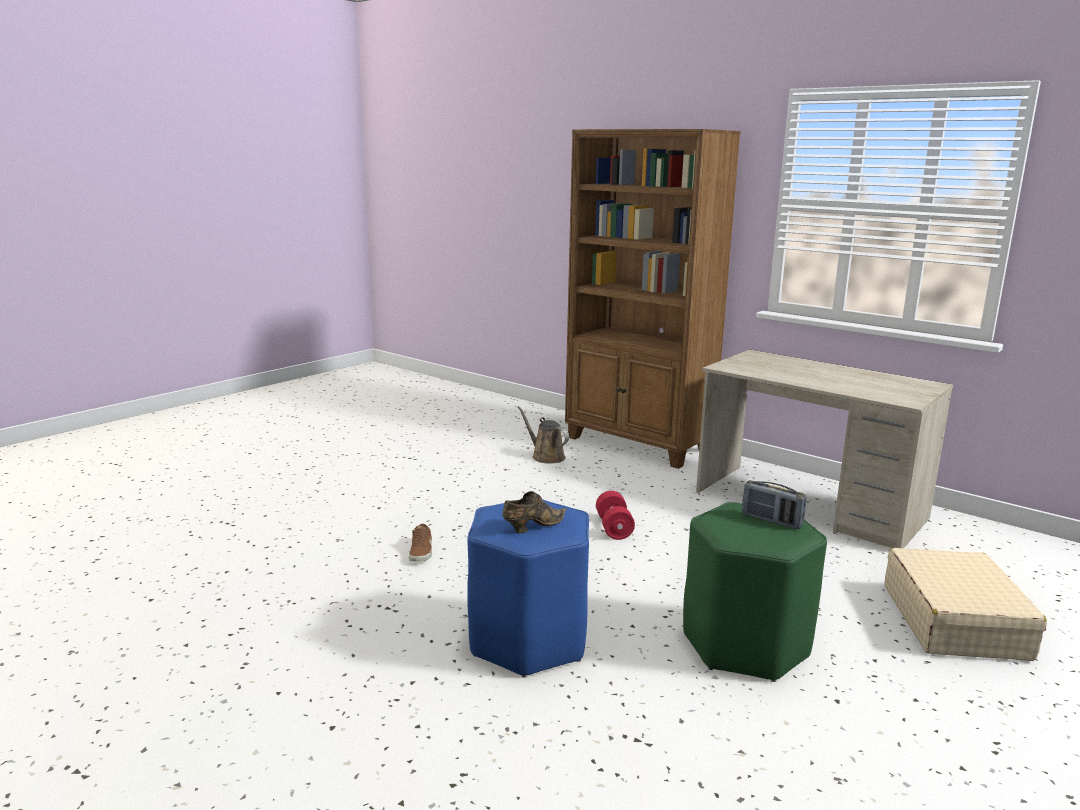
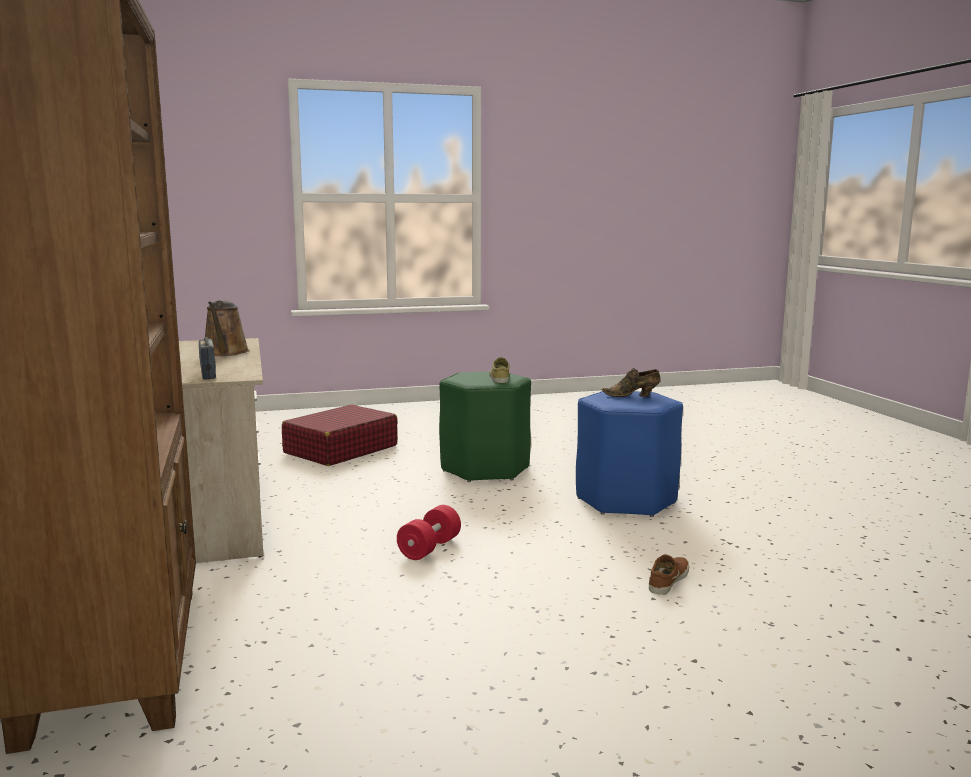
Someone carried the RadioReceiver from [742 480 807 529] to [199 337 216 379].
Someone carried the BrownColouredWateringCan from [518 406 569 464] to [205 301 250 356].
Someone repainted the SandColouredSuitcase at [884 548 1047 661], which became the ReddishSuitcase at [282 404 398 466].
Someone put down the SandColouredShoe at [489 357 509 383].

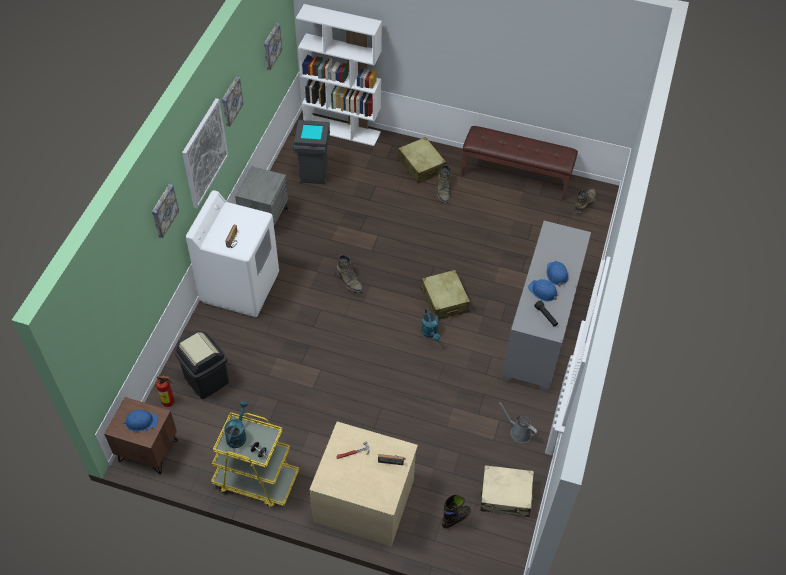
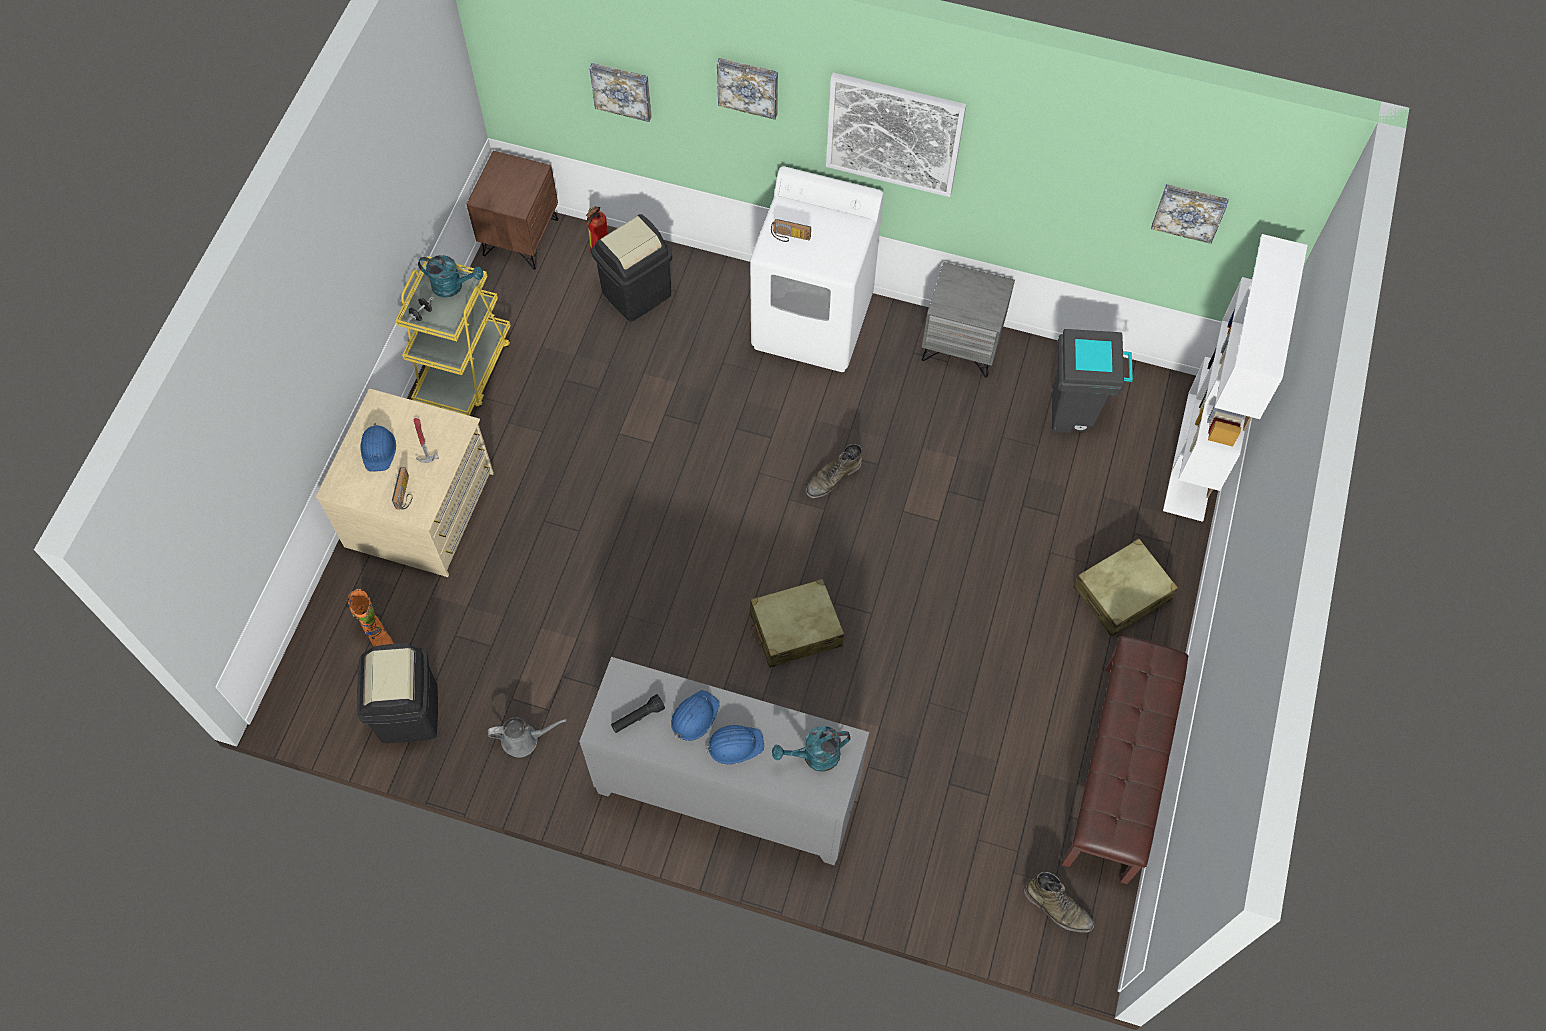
Someone repainted the BlackTallBoot at [442 495 471 528], which became the OrangeColouredTallBoot at [347 589 394 646].
Someone swapped the SandColouredSuitcase at [480 465 535 517] for the BlackWasteBin at [357 644 438 743].
Someone carried the BlueColouredHardHat from [123 410 158 432] to [360 423 396 472].
Someone rotated the GrayWateringCan at [499 402 538 443] by 45 degrees clockwise.
Someone carried the WallPicture from [222 77 244 127] to [589 63 652 122].
Someone carried the BlueGreenWateringCan from [421 308 441 341] to [772 726 851 772].
Someone took away the GreenColouredTallBoot at [436 165 450 203].

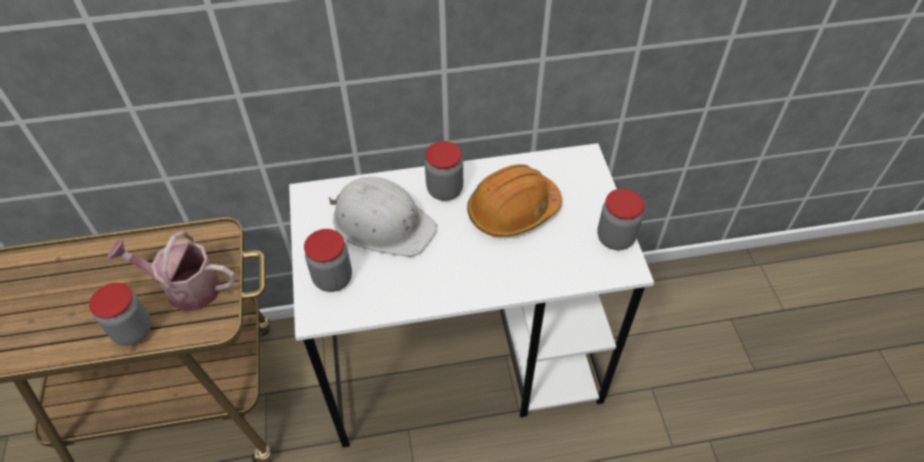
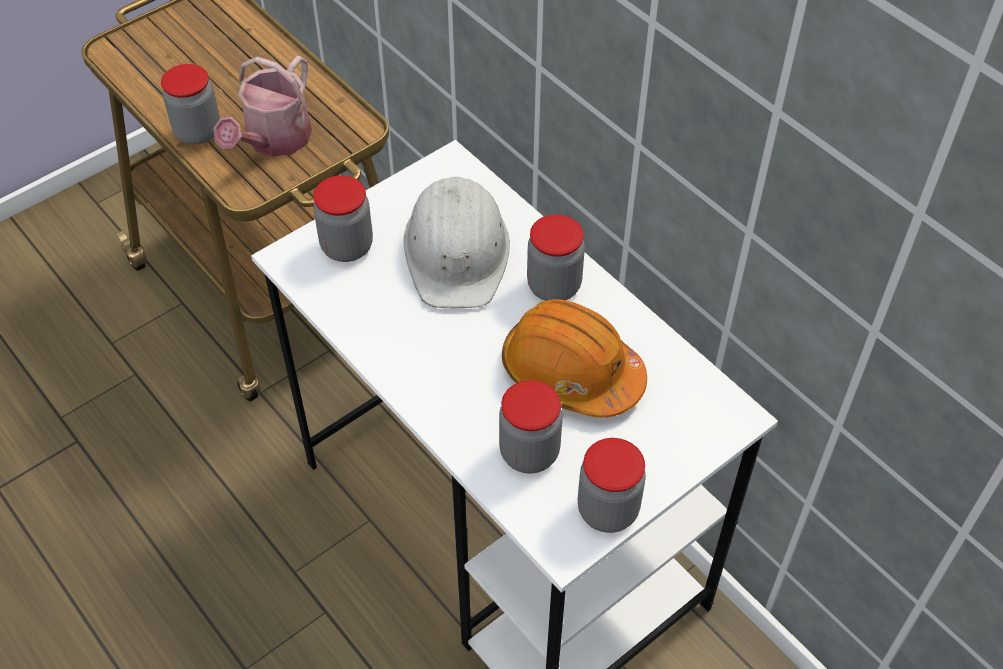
Someone rotated the WateringCan at [107 231 236 312] by 135 degrees counterclockwise.
Someone put down the Jar at [499 380 563 474].

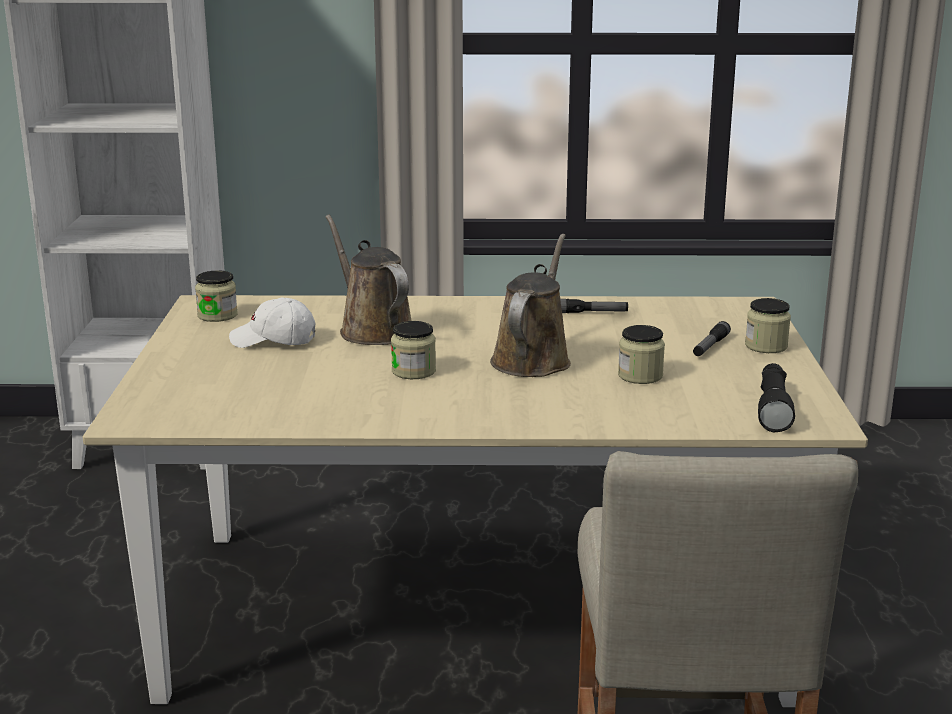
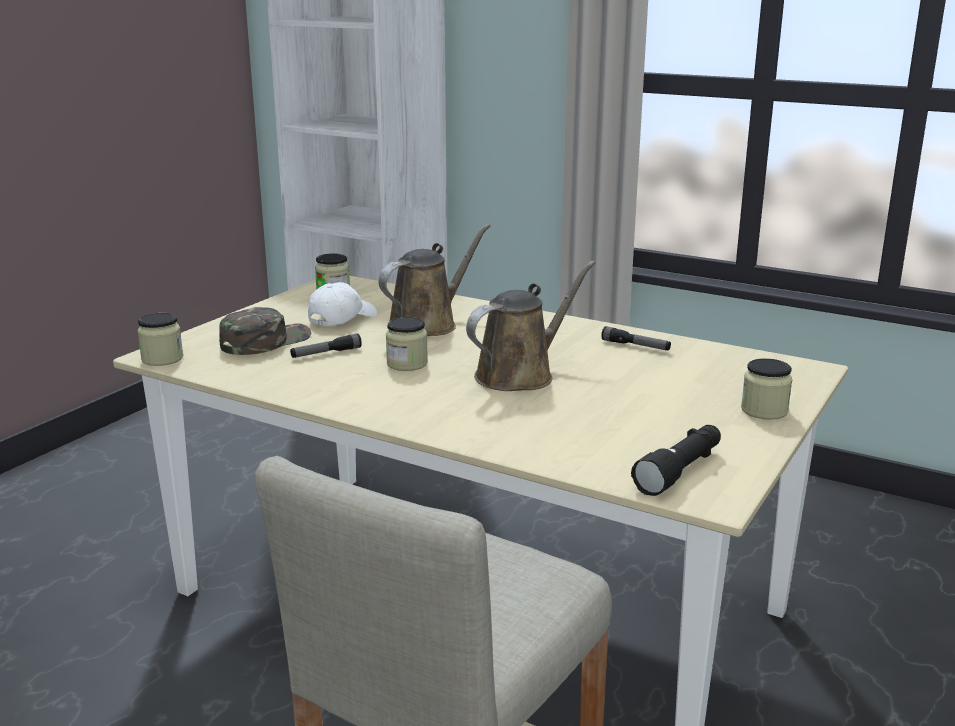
Someone carried the Jar from [618 325 665 384] to [137 313 183 366].
Someone put down the GreenColouredPeakedCap at [219 307 311 355].
Someone carried the Flashlight from [693 321 731 356] to [290 333 362 358].
Someone rotated the WhitePeakedCap at [229 297 315 348] by 90 degrees clockwise.
Someone rotated the BrownColouredWateringCan at [326 215 411 345] by 45 degrees clockwise.

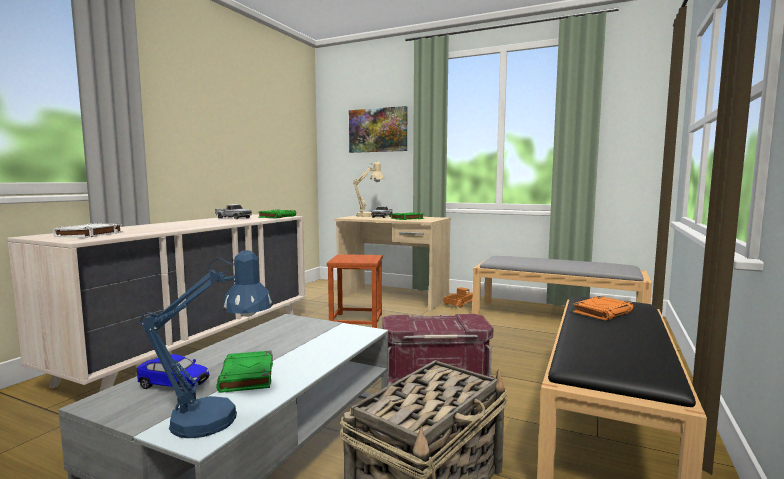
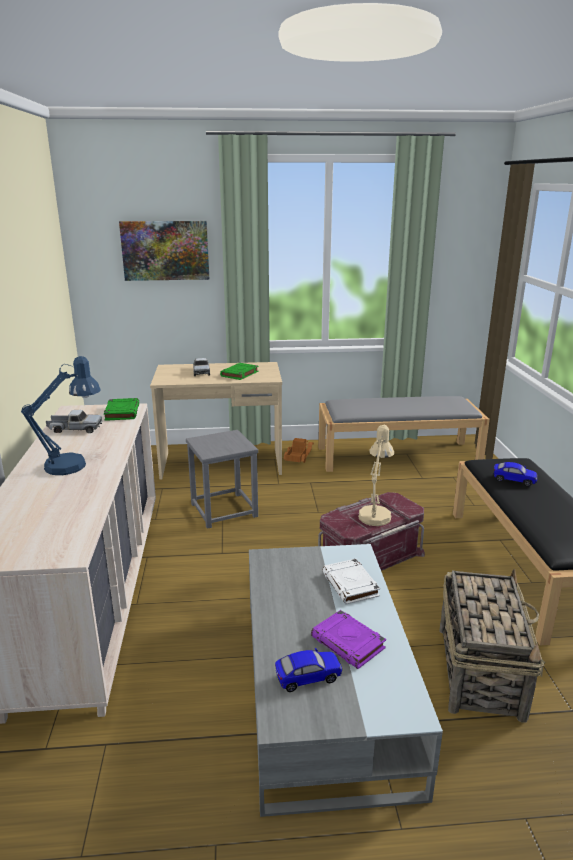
Someone carried the BlueColouredLampForATable from [140 250 273 438] to [21 356 101 475].
Someone repainted the BrownColouredSittingStool at [327 254 383 328], which became the GraySittingStool at [186 430 258 529].
Someone repainted the GreenColouredVolume at [216 351 273 393], which became the PurpleVolume at [311 610 386 669].
Someone carried the WhiteVolume from [53 223 123 238] to [322 559 380 604].
Someone carried the SandColouredLampForATable from [353 161 384 217] to [358 425 394 526].
Someone swapped the OrangeColouredVolume at [573 296 634 320] for the ModelCar at [494 462 538 487].

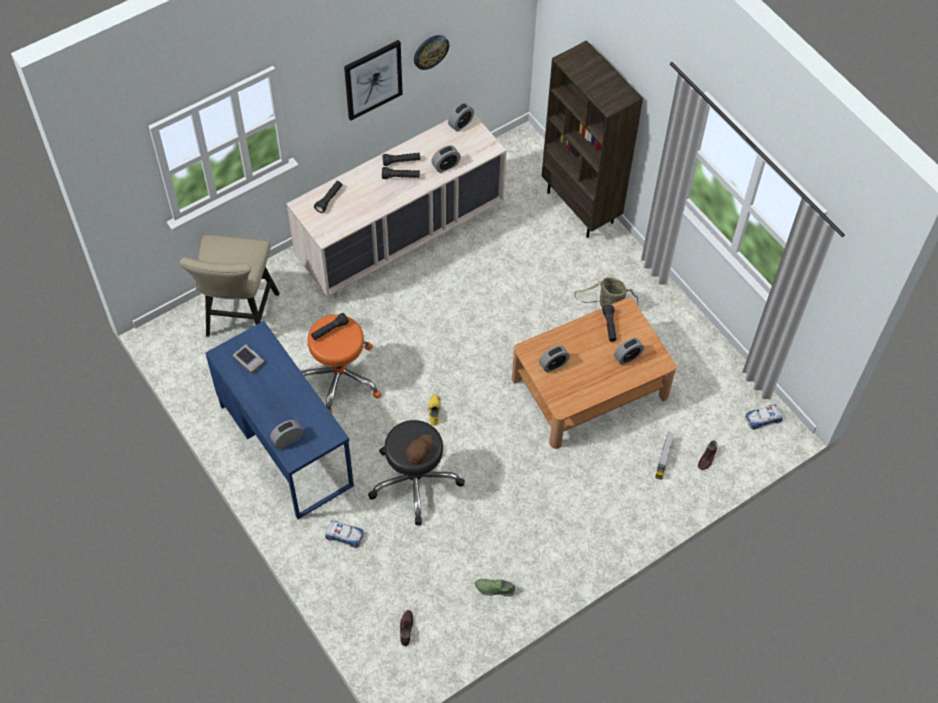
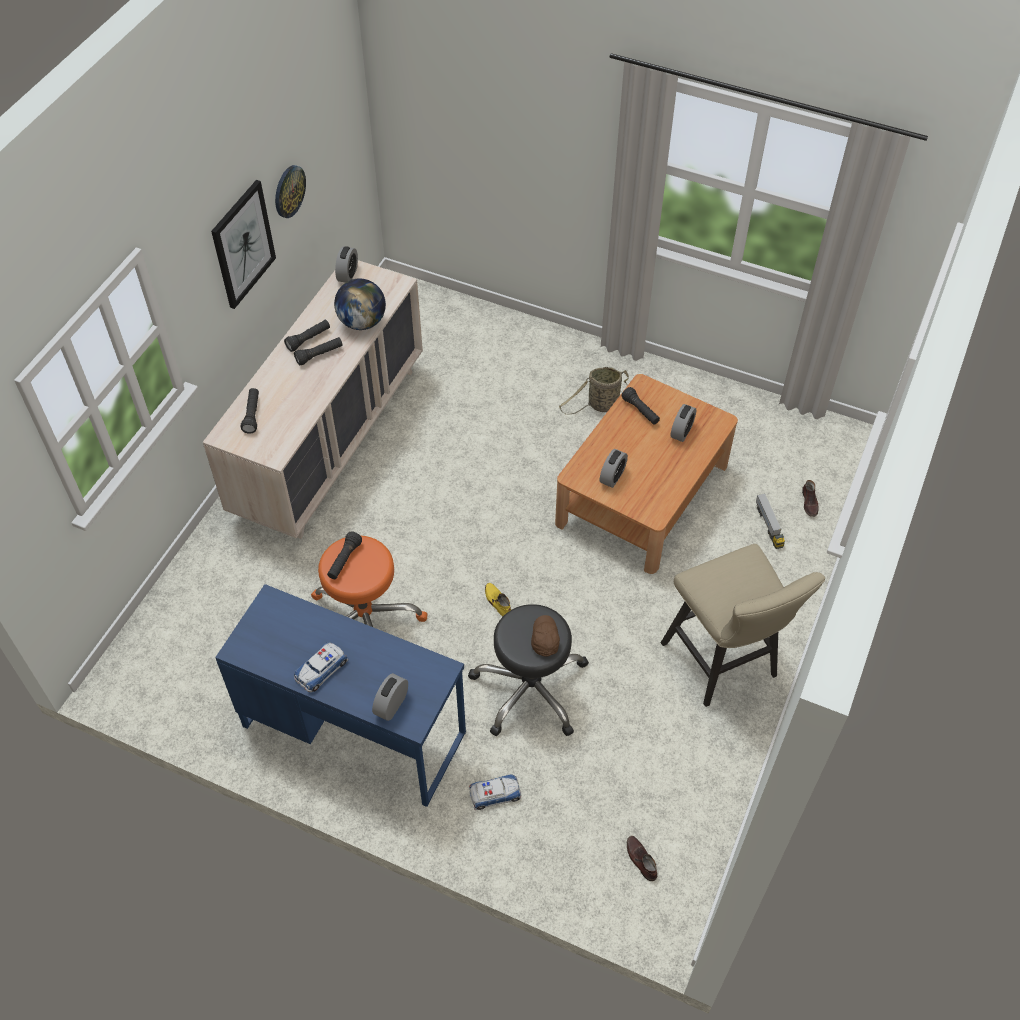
Someone carried the ModelCar from [745 405 783 430] to [294 642 349 692].
Someone swapped the BedsideClock at [431 145 461 173] for the WorldGlobe at [334 279 386 330].
Someone carried the SandColouredSittingStool from [180 235 280 337] to [661 544 825 707].
Someone took away the Volume at [233 344 265 374].
Someone took away the Shoe at [475 579 516 596].
Someone took away the BrownColouredShelvingUnit at [542 40 643 238].

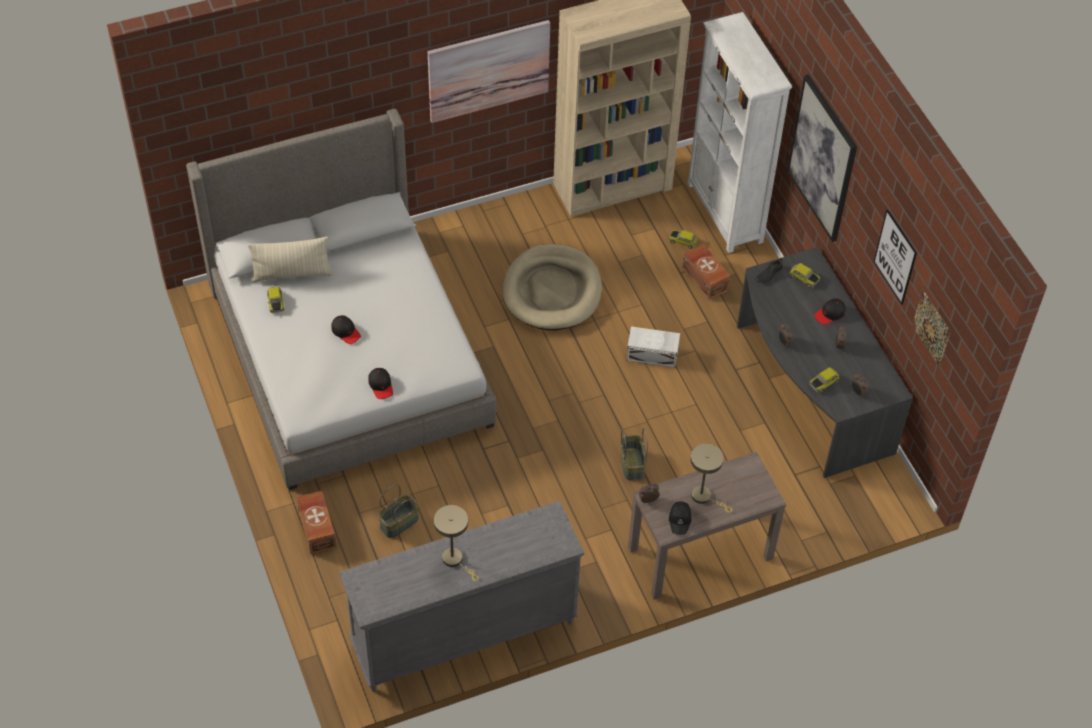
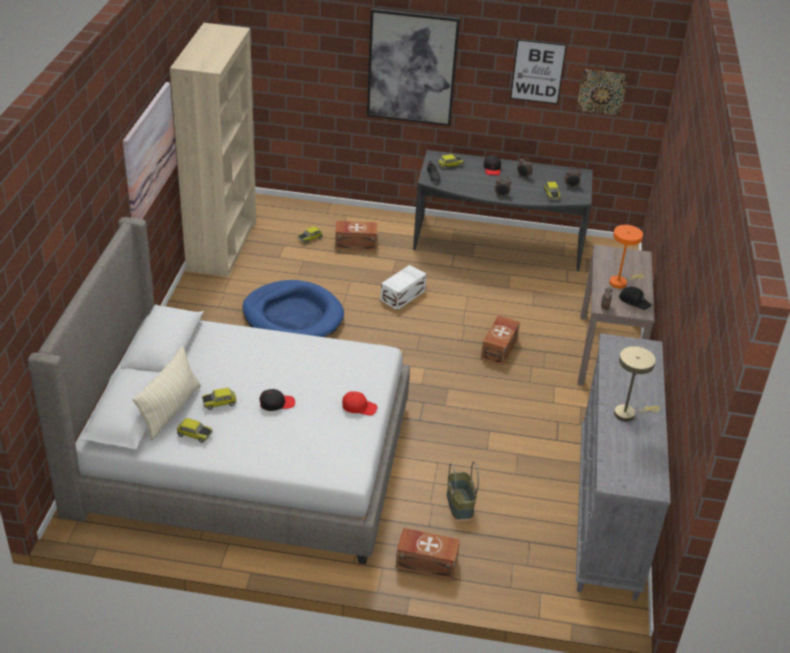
Someone put down the ModelCar at [202 388 237 410].
Someone repainted the SandColouredDogCushion at [503 244 602 331], which became the BlueColouredDogCushion at [242 280 344 337].
Someone repainted the BlackPeakedCap at [368 368 393 399], which became the ReddishPeakedCap at [342 391 378 415].
Someone swapped the HouseholdBasket at [620 428 648 480] for the BrownColouredStorageContainer at [481 315 520 366].
Someone repainted the SandColouredLampForATable at [691 443 732 513], which became the OrangeColouredLampForATable at [609 225 644 288].
Someone took away the WhiteShelvingUnit at [687 12 792 253].

